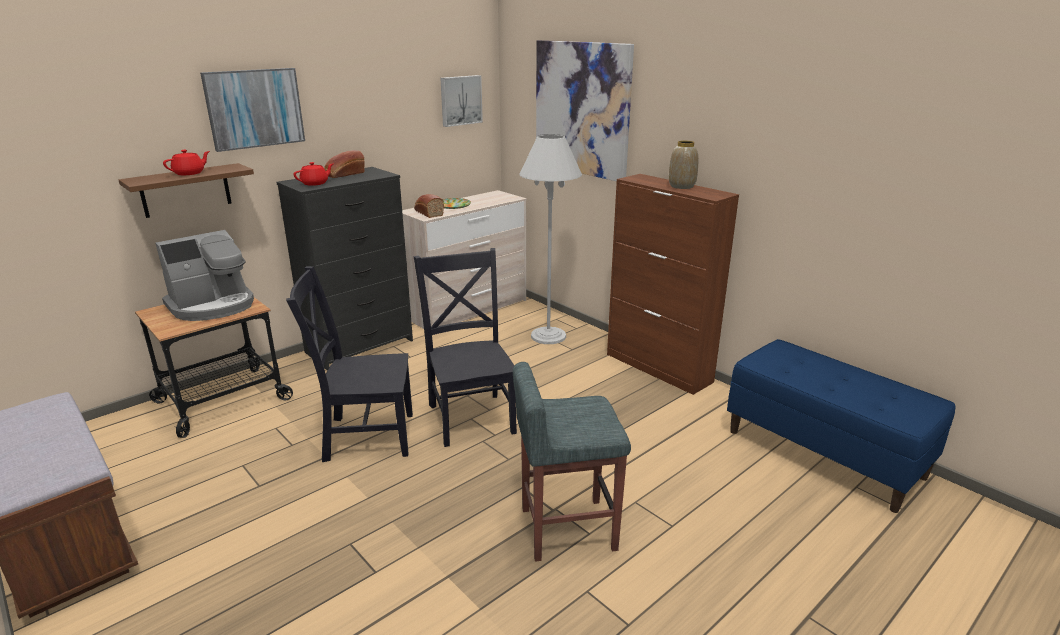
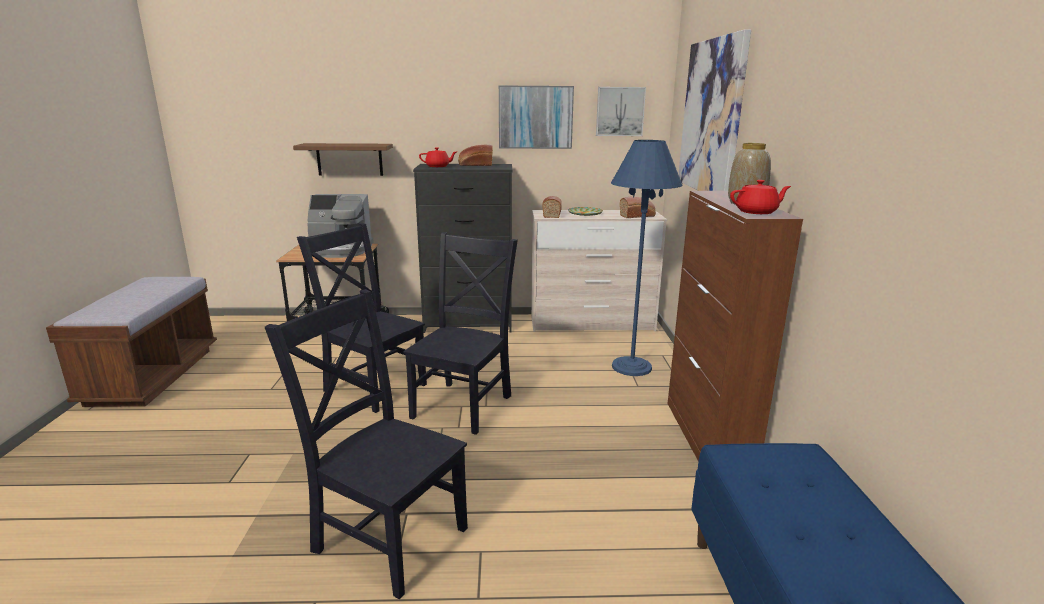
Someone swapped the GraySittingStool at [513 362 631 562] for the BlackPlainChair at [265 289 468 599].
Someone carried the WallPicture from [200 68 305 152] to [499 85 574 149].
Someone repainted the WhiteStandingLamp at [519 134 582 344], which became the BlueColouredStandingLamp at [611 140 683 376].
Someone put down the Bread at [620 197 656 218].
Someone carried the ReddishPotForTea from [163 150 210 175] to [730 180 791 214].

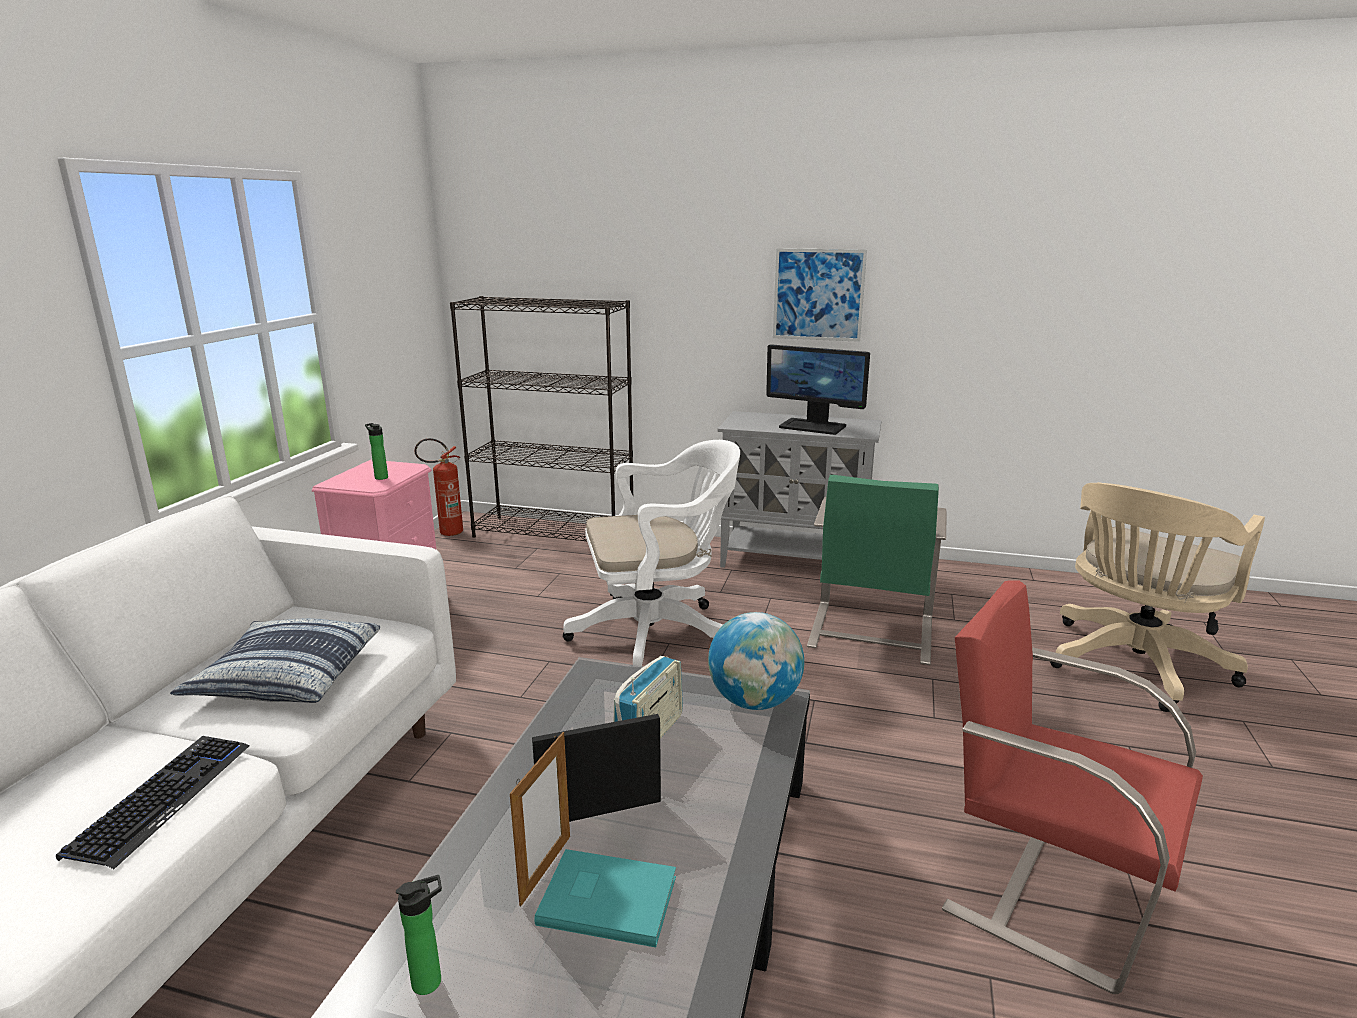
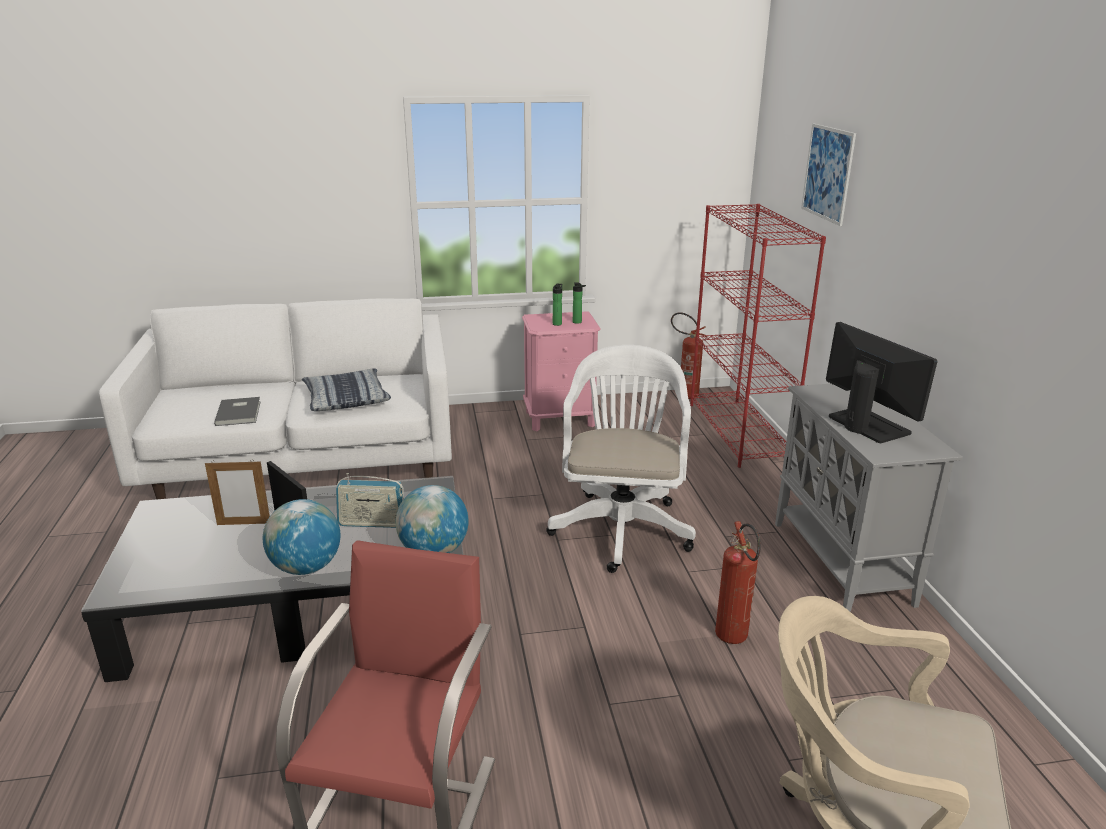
Someone swapped the Keyboard at [56 736 250 869] for the GrayVolume at [214 397 261 426].
Someone put down the WorldGlobe at [263 499 340 575].
Someone rotated the WhiteOfficeChair at [563 440 740 666] by 135 degrees counterclockwise.
Someone carried the DrinkBottle from [396 875 442 995] to [573 282 586 324].
Someone repainted the BlackShelvingUnit at [450 296 633 541], which became the ReddishShelvingUnit at [690 204 826 468].
Someone swapped the GreenColouredPlainChair at [807 475 947 665] for the Extinguisher at [715 521 761 644].
Someone carried the WallPicture from [773 248 867 342] to [801 123 856 226].
Someone rotated the ComputerScreen at [766 344 870 435] by 150 degrees clockwise.
Someone took away the BlueGreenVolume at [534 849 676 947].

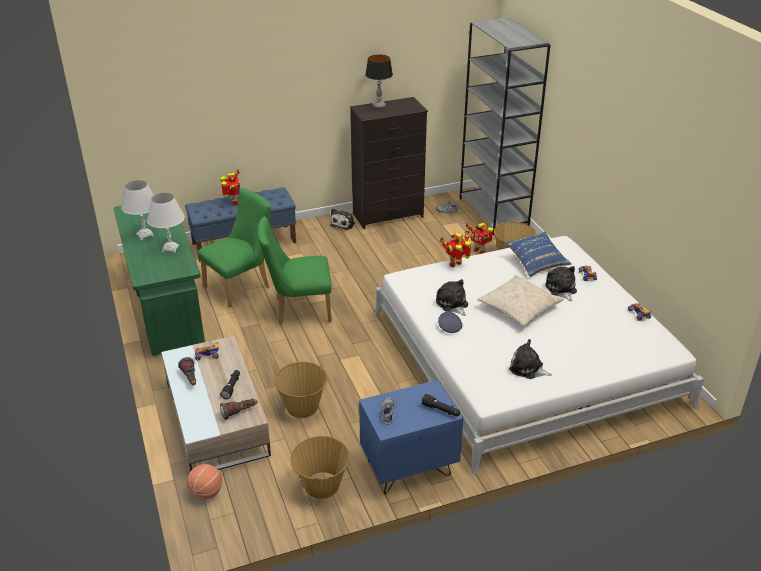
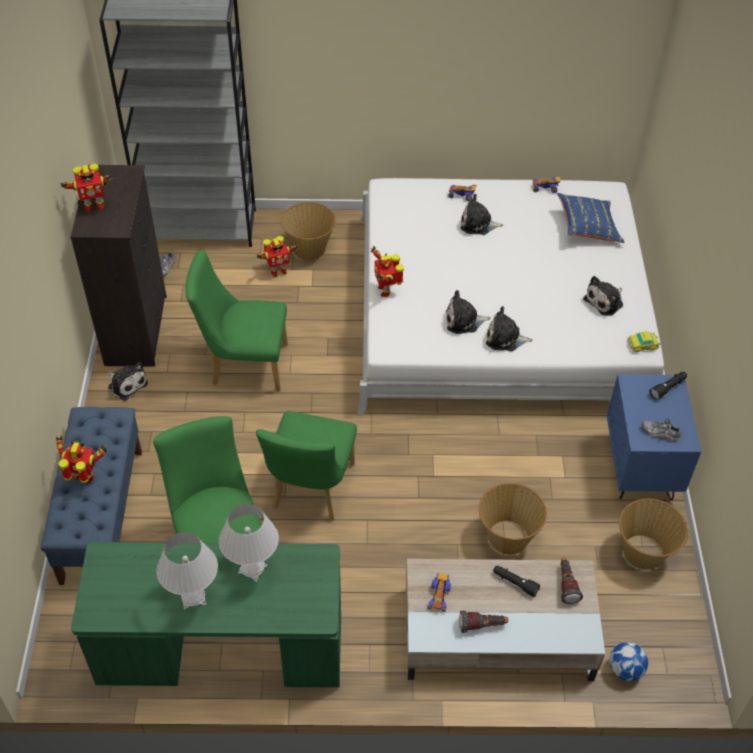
Someone swapped the LampForATable at [365 55 393 108] for the ModelRobot at [60 164 112 213].
Someone put down the GreenColouredPlainChair at [185 249 288 391].
Someone swapped the GrayPeakedCap at [438 311 462 333] for the SoftToy at [486 306 533 351].
Someone carried the BlueColouredCushion from [504 232 571 277] to [557 193 625 243].
Someone swapped the BasketballBall at [187 464 222 500] for the Football at [609 642 648 681].
Someone put down the ModelCar at [628 331 661 353].
Someone took away the SandColouredCushion at [477 275 564 326].

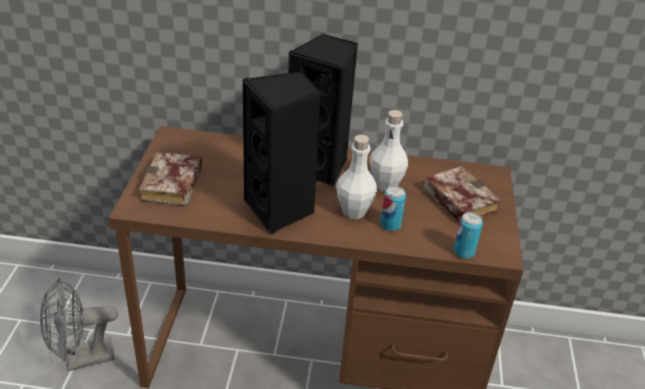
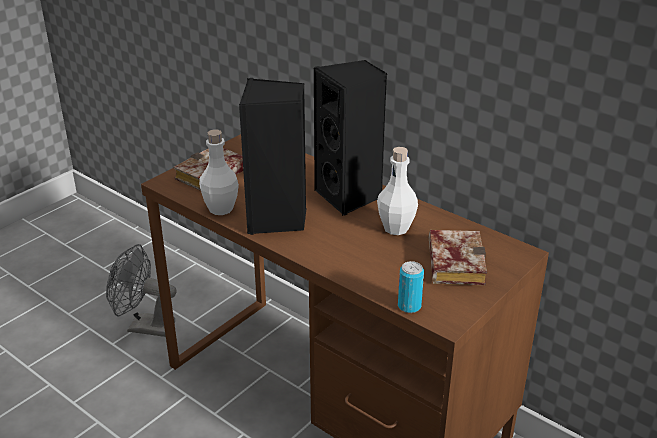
Someone carried the WhiteDrinkBottle from [336 135 377 219] to [199 129 239 215].
Someone took away the SealedCan at [381 186 406 231].

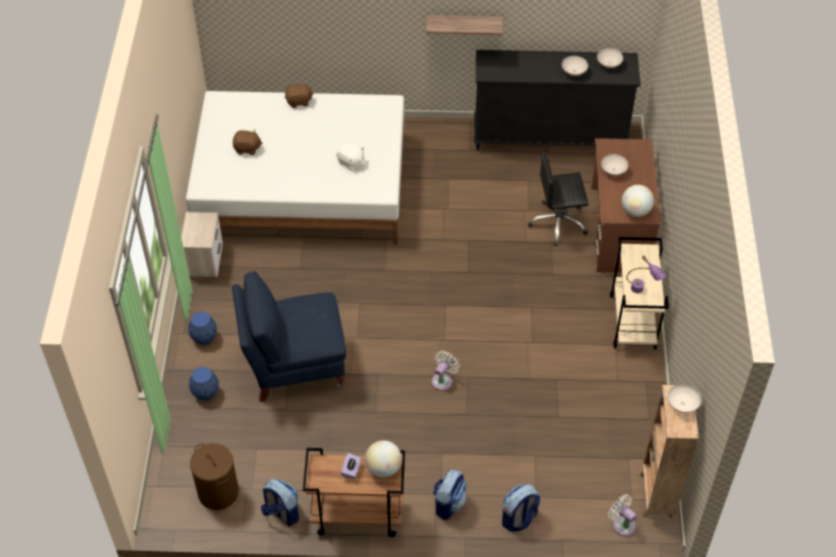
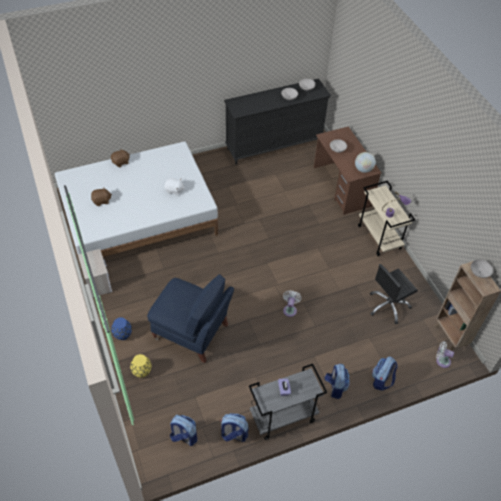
Someone repainted the BlueColouredDecorativeVase at [189 367 219 401], which became the YellowishDecorativeVase at [130 354 152 378].
Someone rotated the BlueColouredLoungeChair at [232 271 346 402] by 120 degrees counterclockwise.
Someone swapped the BrownColouredLaundryBasket at [190 443 239 510] for the Rucksack at [170 415 197 446].
Someone repainted the BrownColouredCart at [303 448 405 537], which became the GrayCart at [249 364 327 440].
Someone carried the BlackOfficeChair from [528 151 588 246] to [370 264 418 324].
Someone took away the WorldGlobe at [365 440 402 478].
Someone took away the BracketShelf at [426 15 503 35].

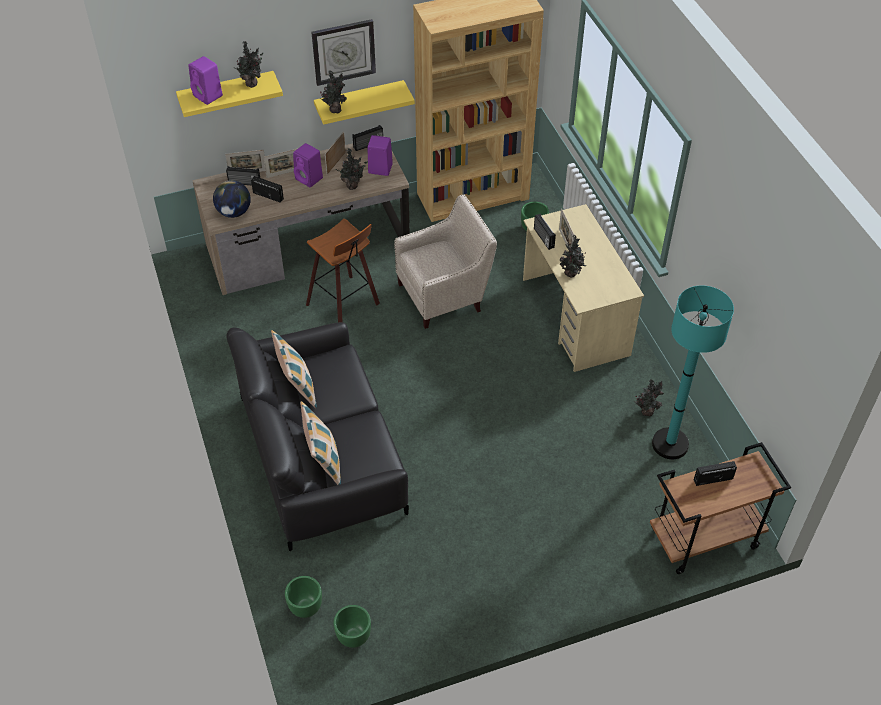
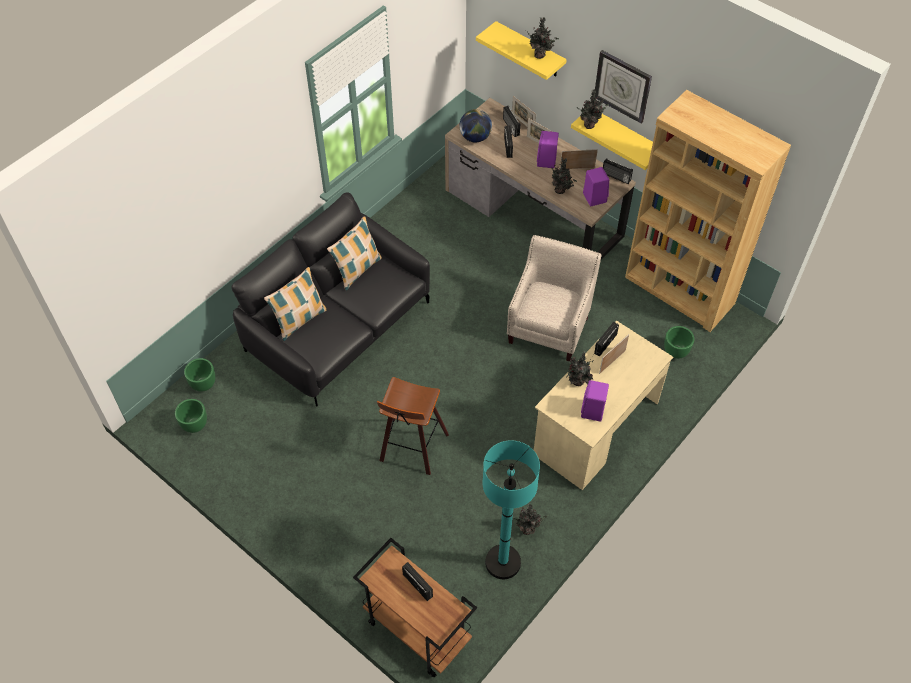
Someone carried the SittingStool from [306 219 380 322] to [377 377 449 475].
Someone rotated the SandColouredLoungeChair at [394 194 497 329] by 105 degrees counterclockwise.
Someone carried the PurpleLoudspeaker from [189 56 223 105] to [581 380 609 421].

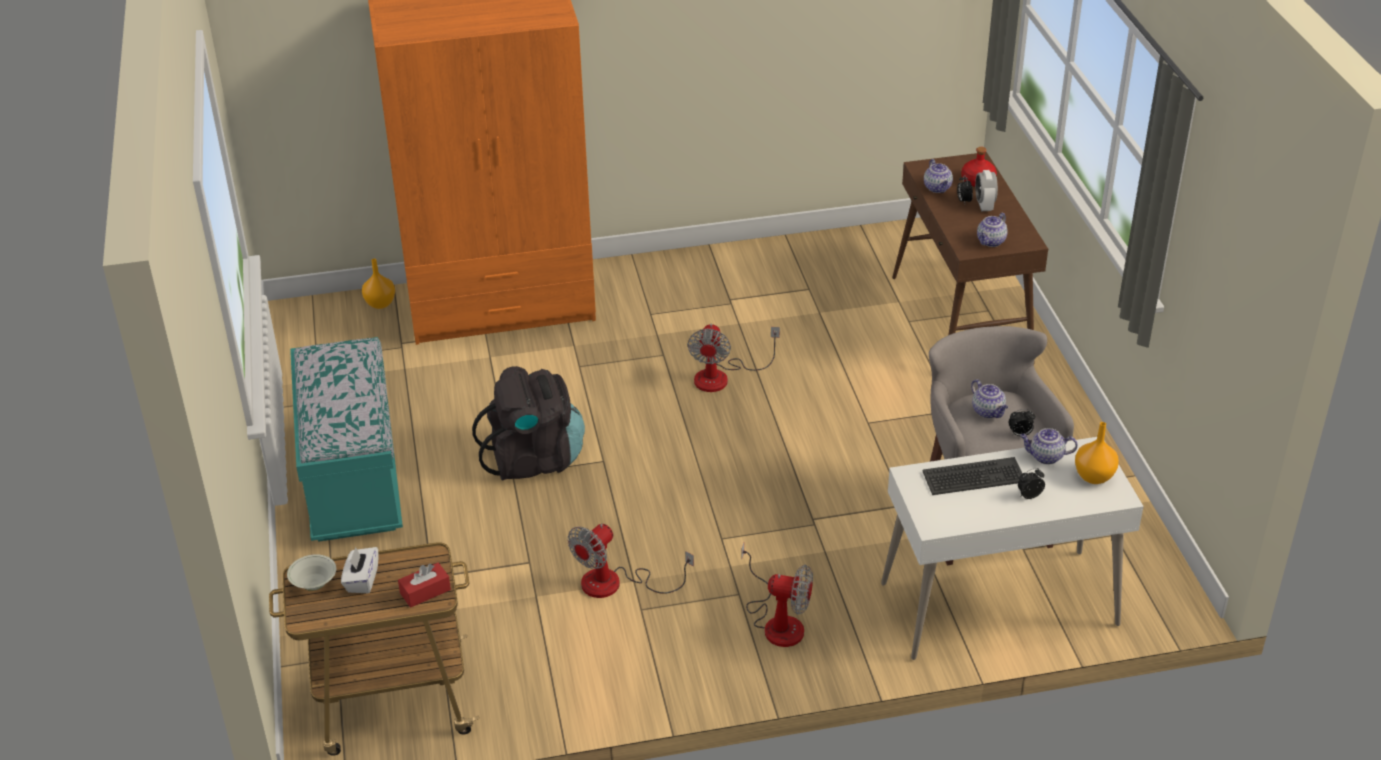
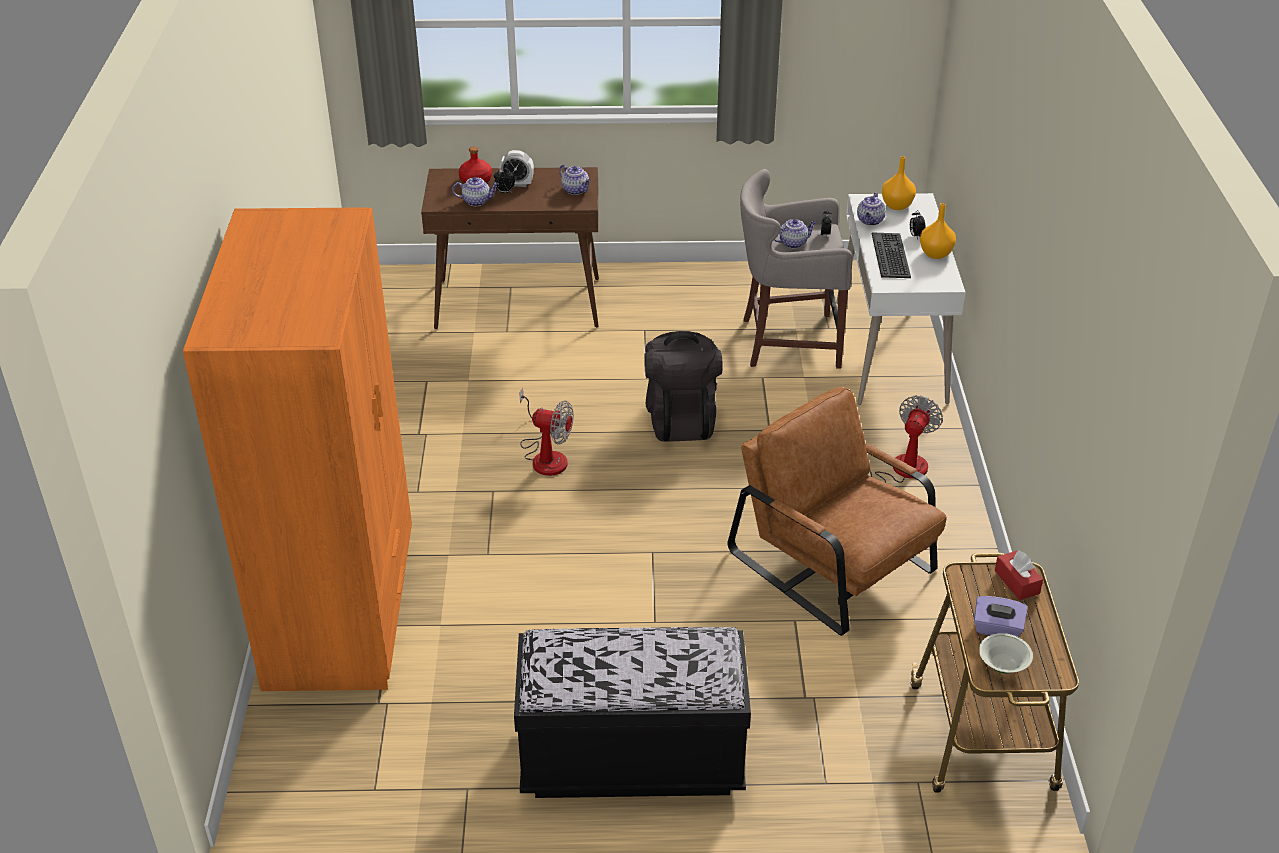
Someone repainted the BlueGreenLongSeat at [290 337 403 542], which became the BlackLongSeat at [514 627 751 798].
Someone carried the BlackRucksack from [472 366 585 481] to [644 331 723 442].
Someone swapped the Fan at [567 524 694 598] for the BrownColouredLoungeChair at [728 387 946 636].
Someone carried the OrangeColouredDecorativeVase from [362 259 395 309] to [920 203 956 259].
Someone repainted the WhiteTissueHolder at [341 547 378 593], which became the PurpleTissueHolder at [974 596 1027 637].

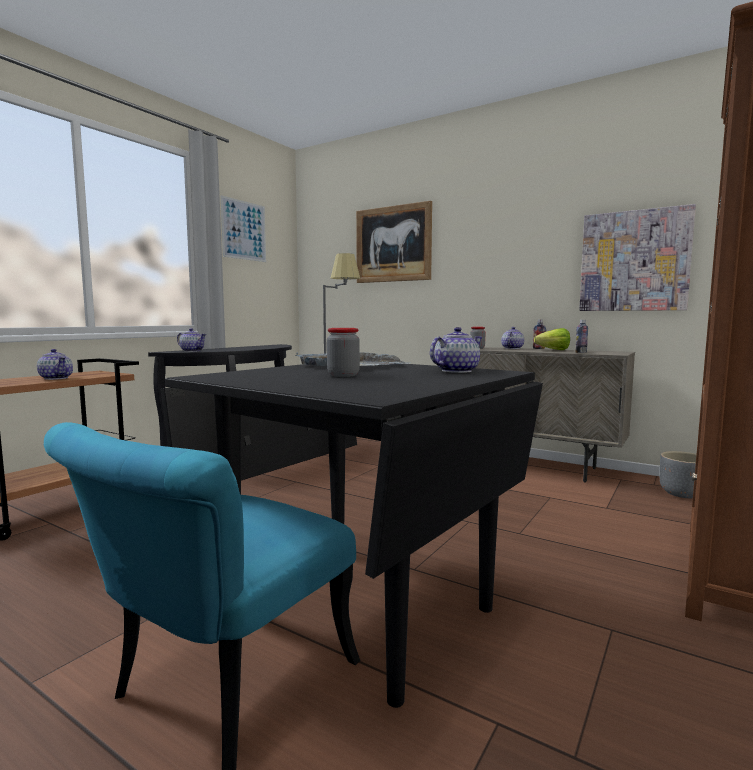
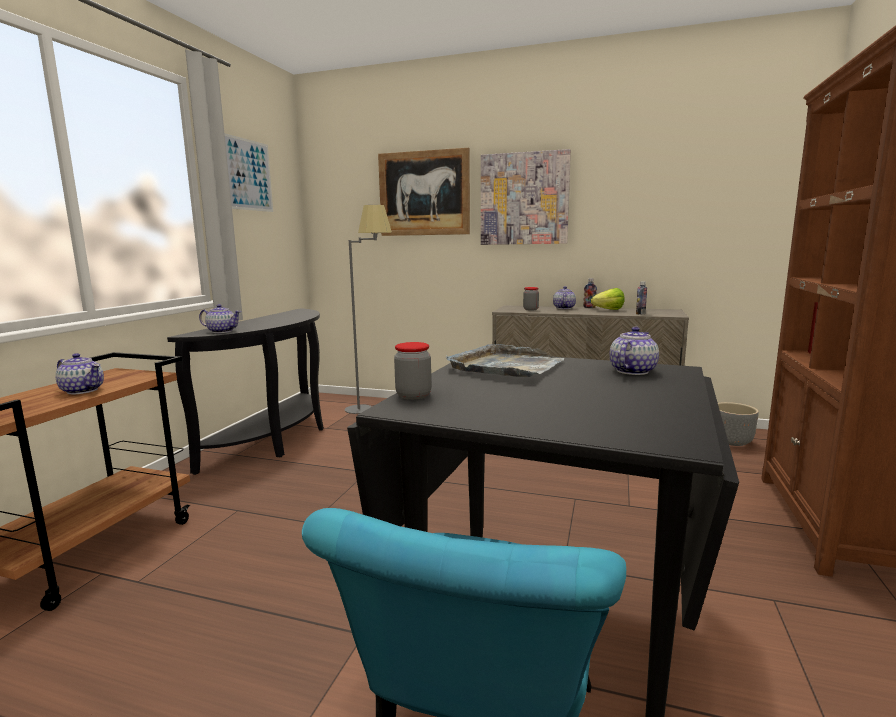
Someone carried the Jar from [327 328 360 377] to [394 342 431 400].
Someone carried the WallPicture from [579 204 696 311] to [481 149 571 245].

